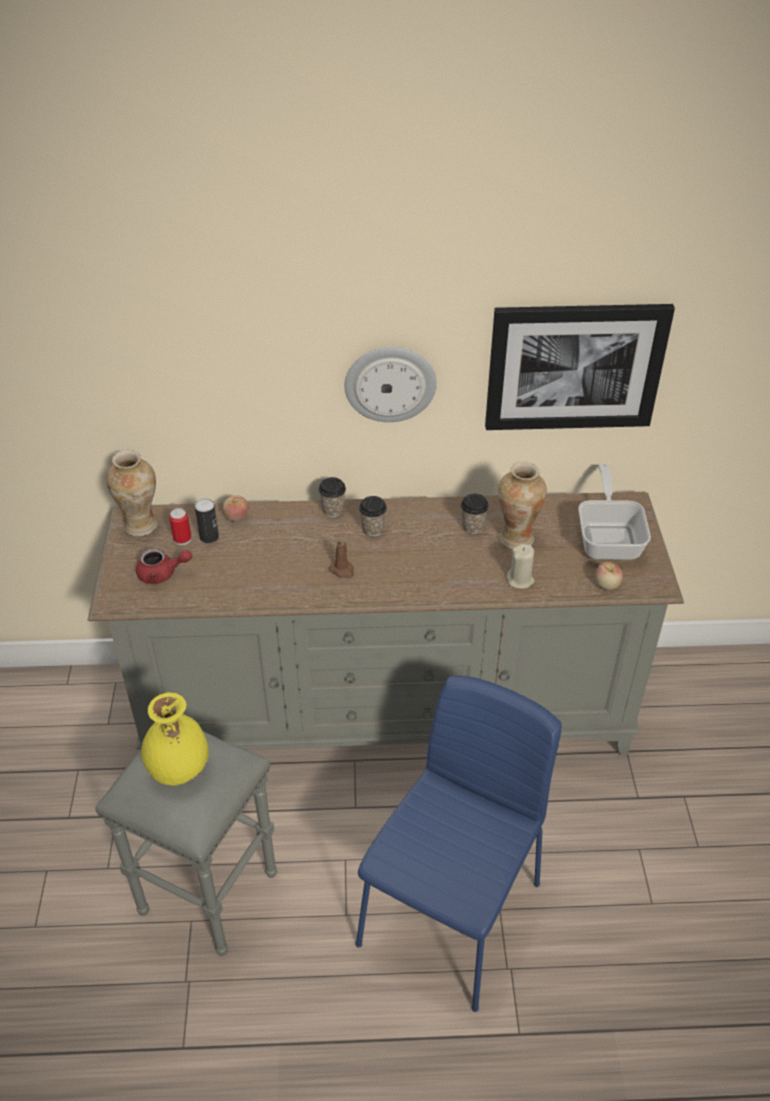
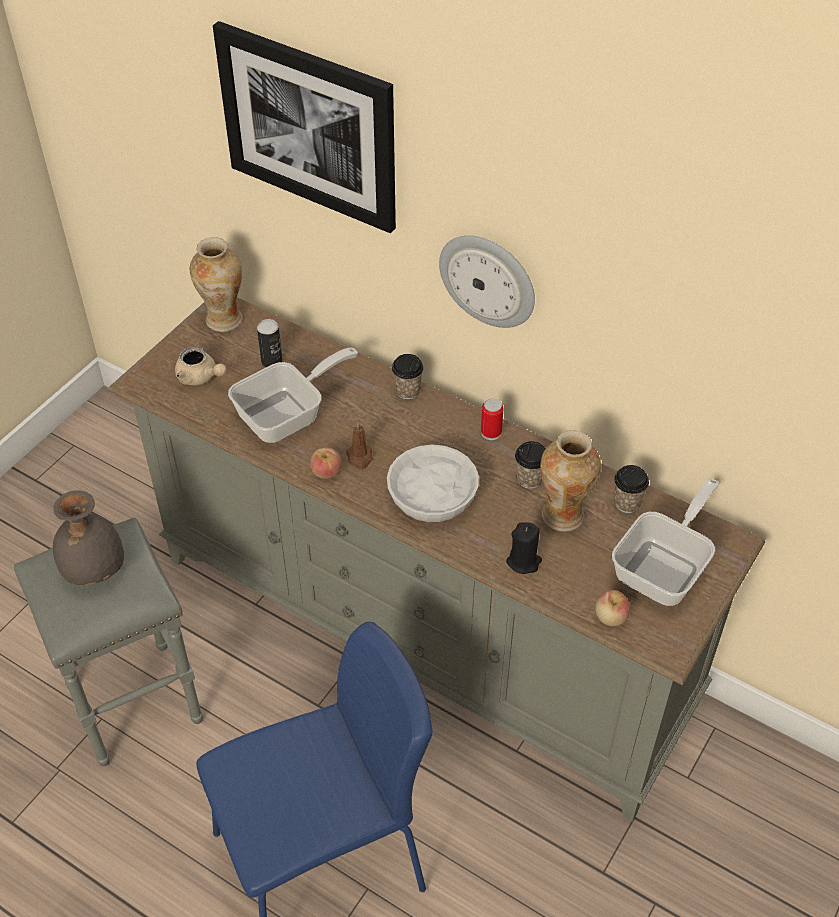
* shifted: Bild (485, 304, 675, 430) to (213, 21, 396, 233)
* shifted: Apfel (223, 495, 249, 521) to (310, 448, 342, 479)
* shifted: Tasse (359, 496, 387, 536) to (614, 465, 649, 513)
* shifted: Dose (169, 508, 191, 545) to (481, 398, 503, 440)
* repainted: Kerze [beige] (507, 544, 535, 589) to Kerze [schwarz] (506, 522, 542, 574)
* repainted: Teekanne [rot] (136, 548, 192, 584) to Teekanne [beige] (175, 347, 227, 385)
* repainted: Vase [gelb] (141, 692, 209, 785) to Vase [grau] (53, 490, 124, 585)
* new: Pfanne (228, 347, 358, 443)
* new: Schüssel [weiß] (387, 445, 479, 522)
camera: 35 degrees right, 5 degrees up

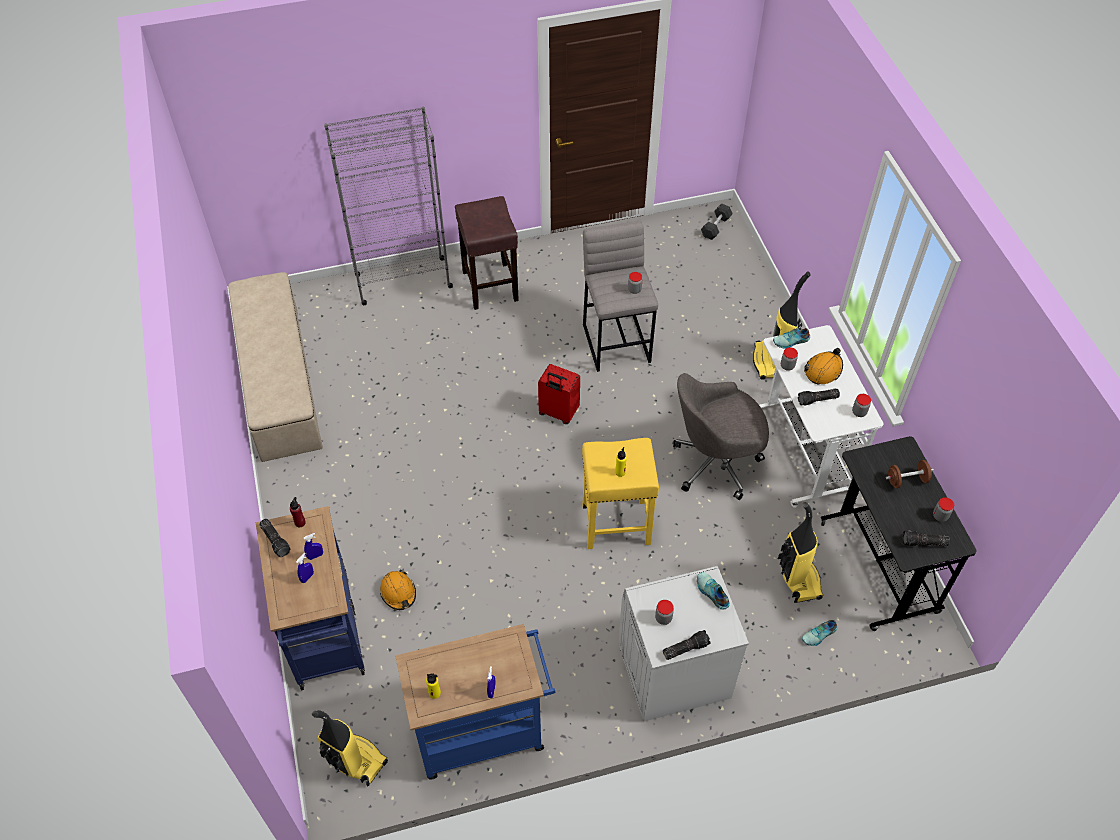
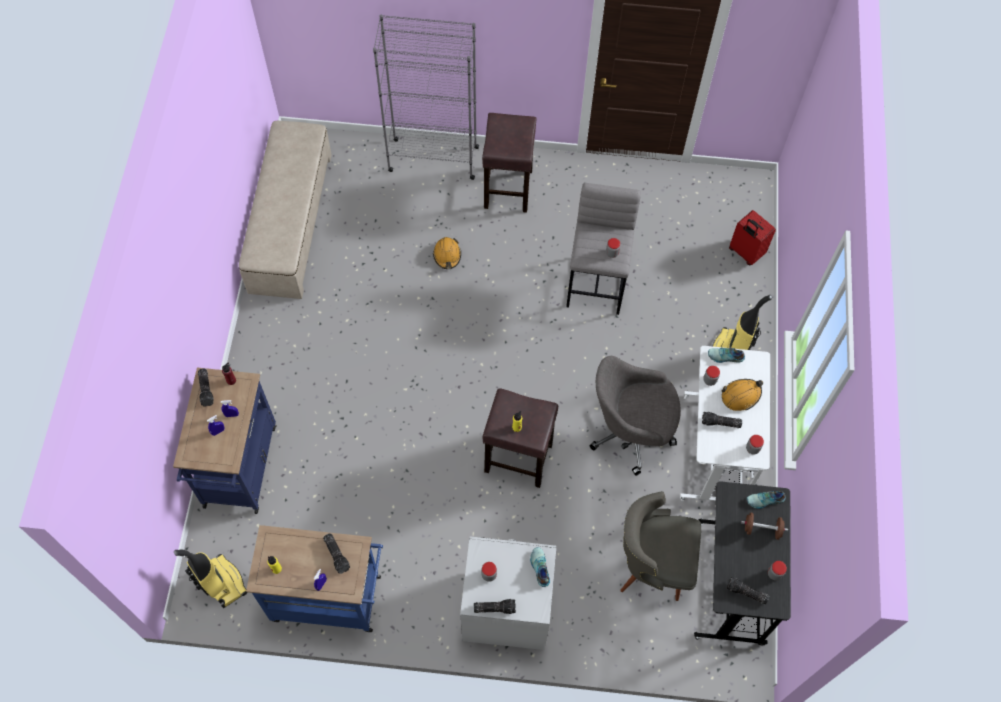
* gone: Hantel [schwarz] (701, 204, 733, 240)
* shifted: Koffer [rot] (538, 364, 580, 424) to (729, 210, 776, 265)
* repainted: Hocker [gelb] (582, 438, 659, 549) to Hocker [braun] (483, 388, 558, 488)
* swapped: Staubsauger (778, 502, 823, 603) to Stuhl [grau] (620, 491, 701, 601)
* shifted: Schutzhelm [orange] (380, 570, 416, 610) to (433, 237, 461, 269)
* shifted: Schuh (802, 620, 837, 646) to (747, 491, 786, 509)
* new: Taschenlampe (323, 533, 350, 574)
camera: 20 degrees right, 10 degrees up

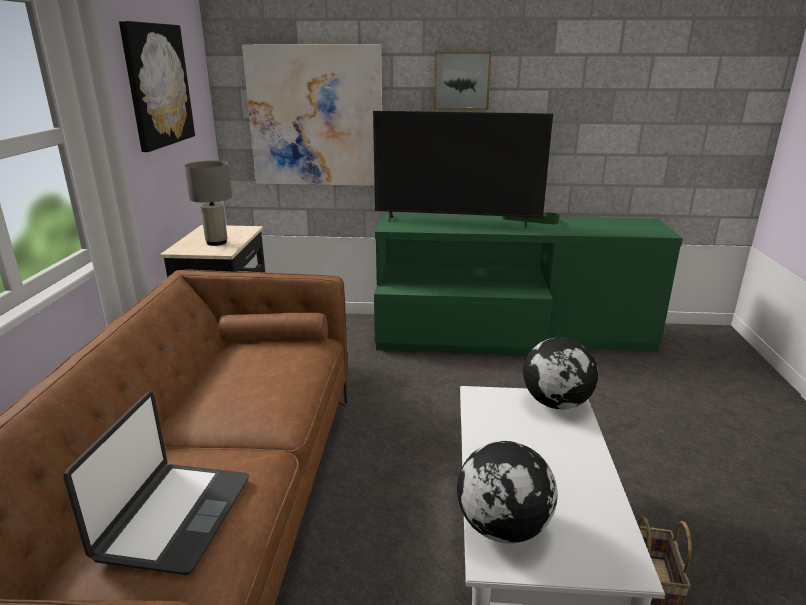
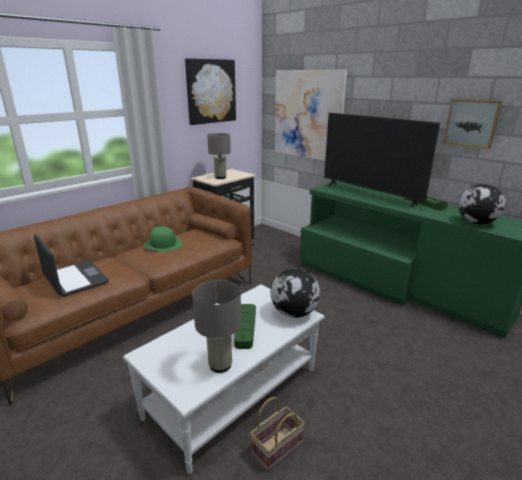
* shifted: Bild (434, 51, 492, 110) to (443, 99, 502, 149)
* rotated: Laptop (63, 391, 249, 575) = (34, 234, 109, 297) 90 degrees counterclockwise
* shifted: Globus (457, 441, 557, 543) to (458, 184, 505, 224)
* new: Hut [grün] (144, 226, 182, 251)
* new: Tischlampe [grau] (192, 280, 241, 373)
* new: Tablett [grün] (234, 304, 256, 349)
camera: 40 degrees right, 0 degrees up

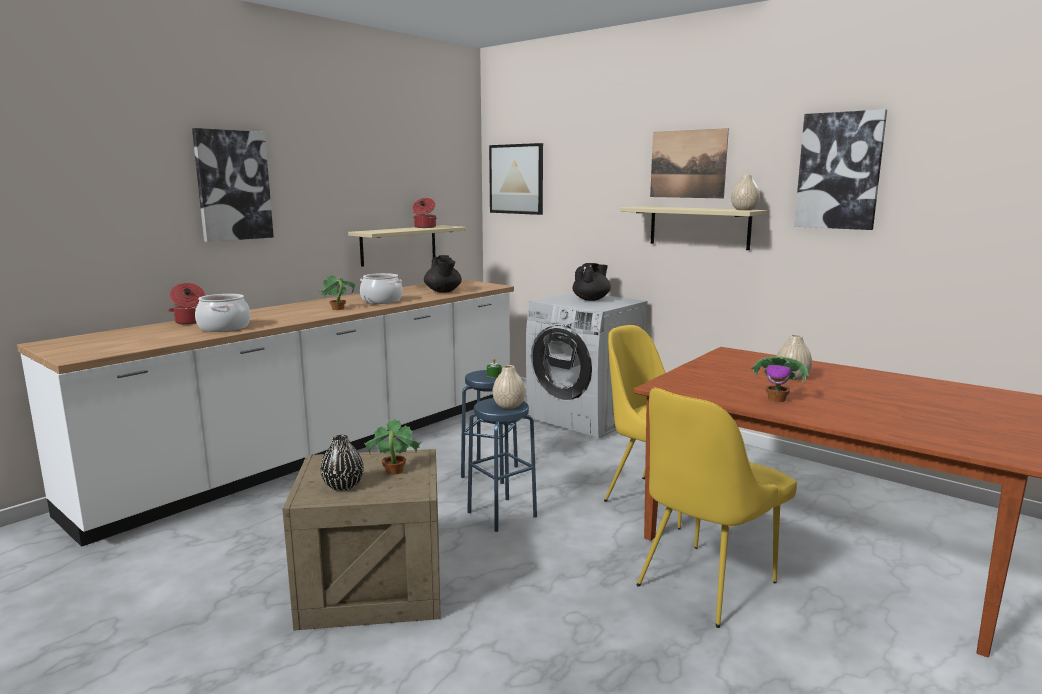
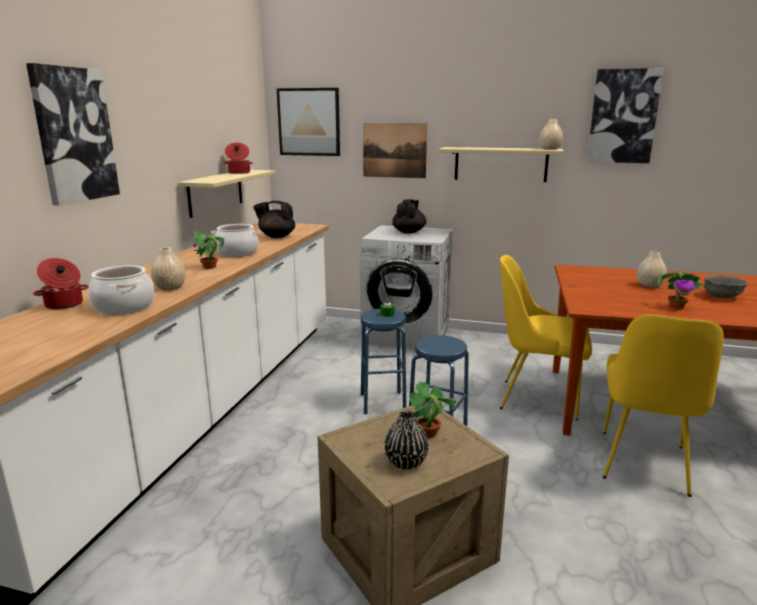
* shifted: Bild (650, 128, 729, 198) to (363, 123, 427, 178)
* rotated: Teekanne [schwarz] (424, 255, 462, 293) = (253, 201, 295, 238) 135 degrees clockwise
* shifted: Vase [beige] (492, 365, 526, 409) to (151, 247, 186, 290)
* new: Schüssel [grau] (703, 275, 748, 298)
camera: 25 degrees left, 5 degrees up

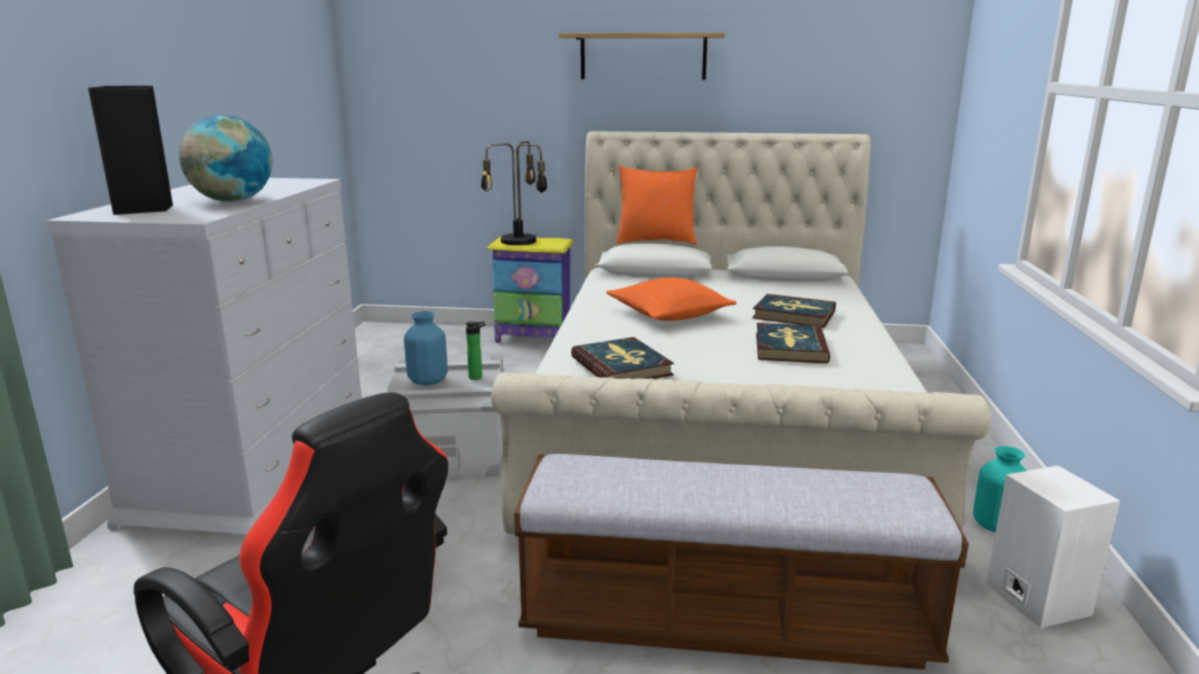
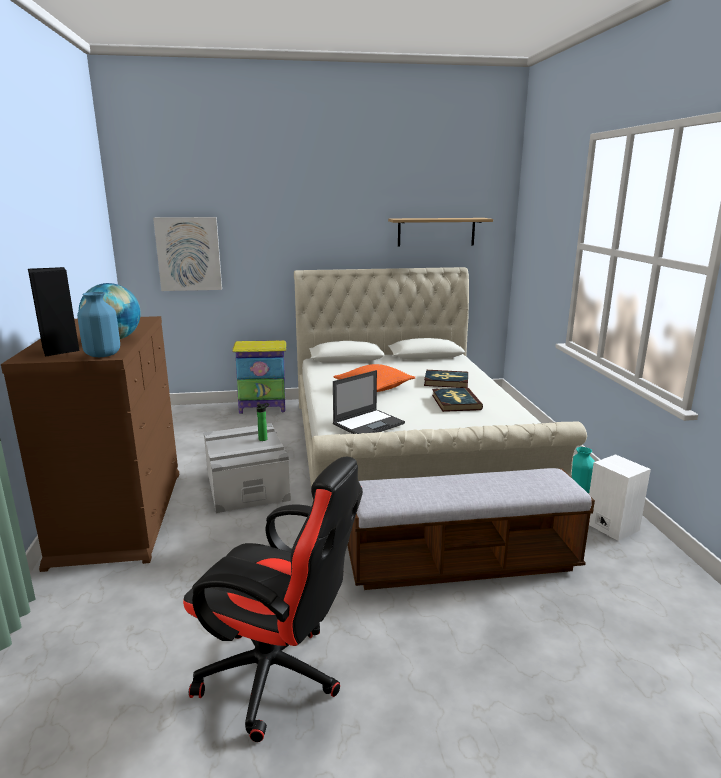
* shifted: Wandregal (558, 32, 725, 80) to (388, 218, 493, 247)
* gone: Tischlampe (481, 141, 547, 245)
* gone: Kissen [orange] (617, 166, 697, 244)
* repainted: Kommode [weiß] (46, 178, 362, 539) to Kommode [braun] (1, 316, 179, 572)
* shifted: Vase [blau] (404, 311, 448, 385) to (77, 292, 120, 357)
* swapped: Buch (571, 337, 674, 379) to Laptop (333, 370, 405, 434)
* new: Bild (153, 217, 222, 291)
camera: 15 degrees left, 0 degrees up

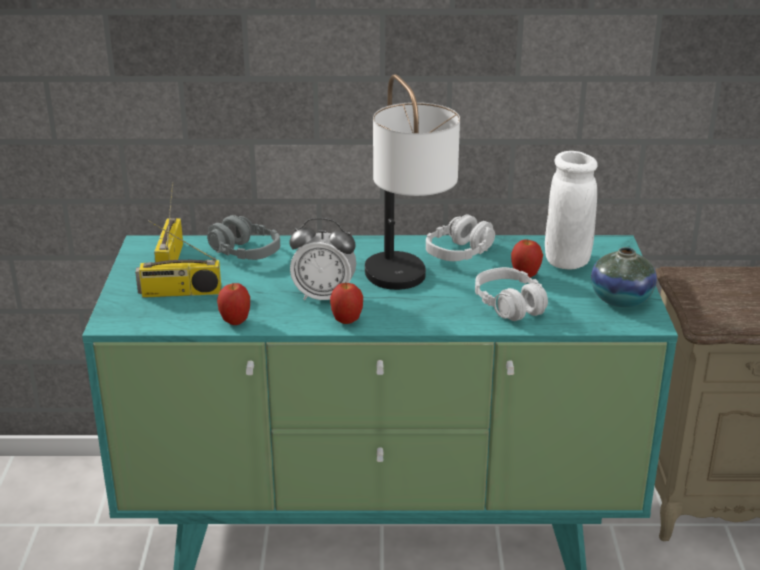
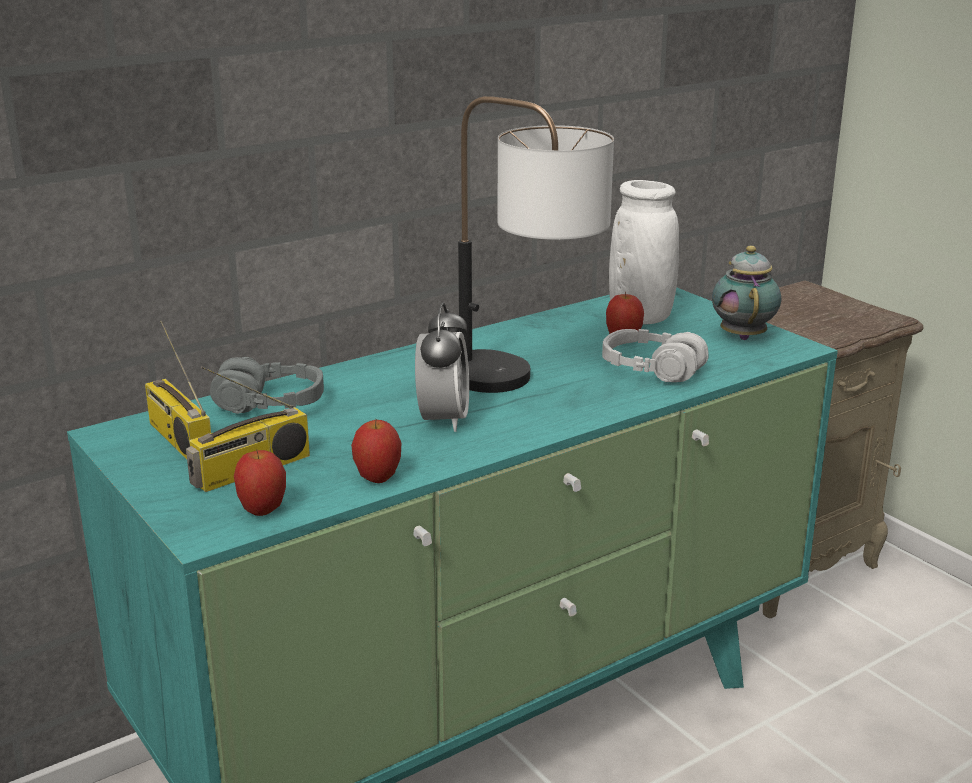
* gone: Kopfhörer [grau] (426, 215, 495, 261)
* rotated: Wecker (289, 218, 356, 300) = (415, 302, 469, 432) 60 degrees counterclockwise
* swapped: Vase (591, 247, 657, 307) to Teekanne (712, 246, 781, 340)
* shifted: Apfel (330, 283, 363, 324) to (234, 449, 286, 516)
camera: 35 degrees left, 5 degrees down

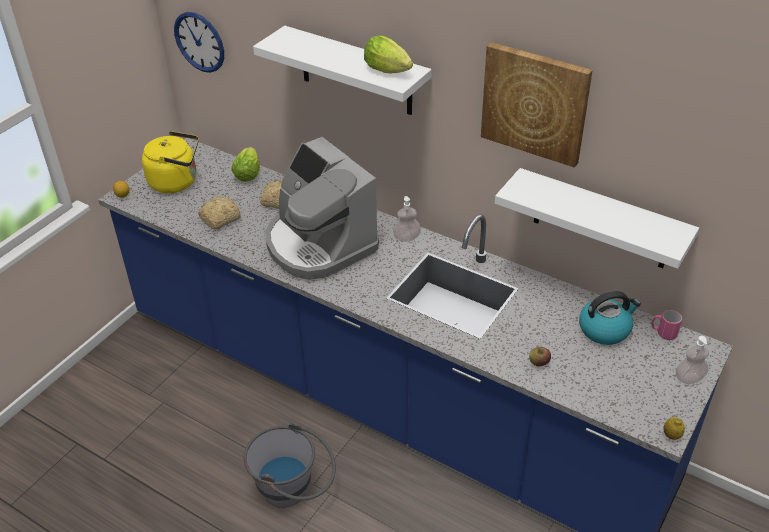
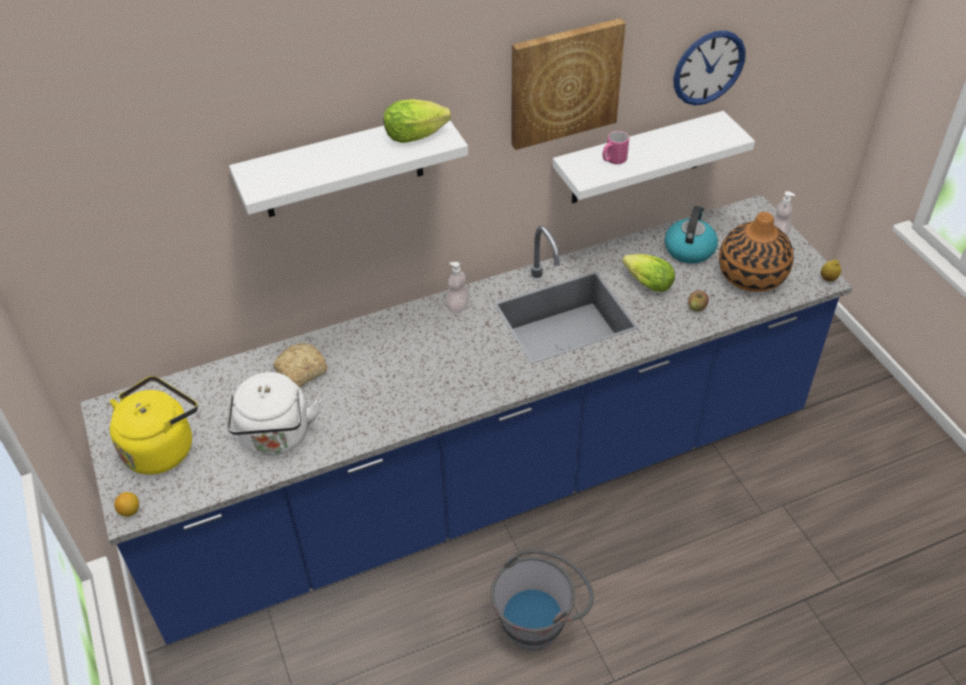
* shifted: Wanduhr (174, 12, 224, 73) to (673, 30, 746, 105)
* gone: Kaffeemaschine (265, 137, 379, 280)
* shifted: Salatkopf (231, 147, 260, 182) to (622, 254, 675, 292)
* swapped: Brot (198, 196, 241, 230) to Wasserkessel [weiß] (227, 372, 321, 456)
* shifted: Henkelbecher [rosa] (652, 310, 682, 340) to (602, 131, 629, 164)
* new: Vase (719, 212, 794, 292)
camera: 55 degrees left, 5 degrees up

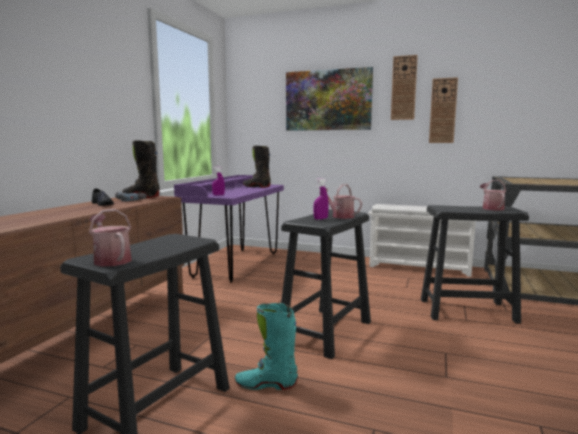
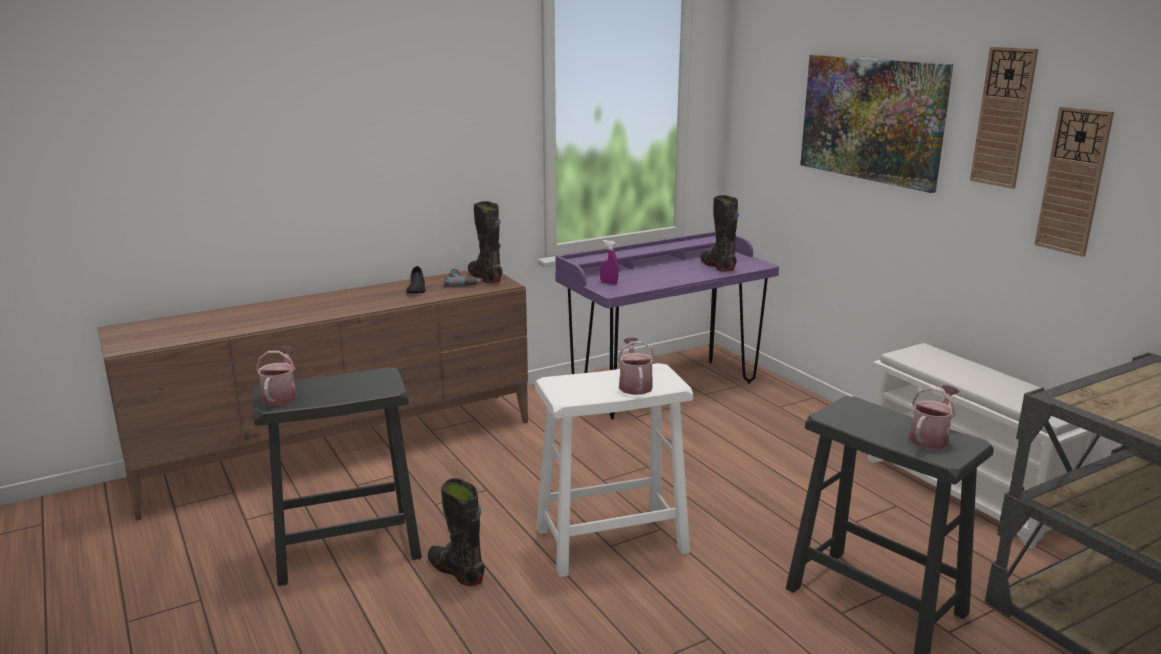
* gone: Sprühflasche [lila] (314, 178, 329, 220)
* repainted: Hocker [schwarz] (281, 209, 371, 359) to Hocker [weiß] (535, 363, 693, 577)
* repainted: Stiefel [türkis] (235, 303, 298, 390) to Stiefel [schwarz] (428, 478, 485, 586)
camera: 40 degrees right, 10 degrees up

